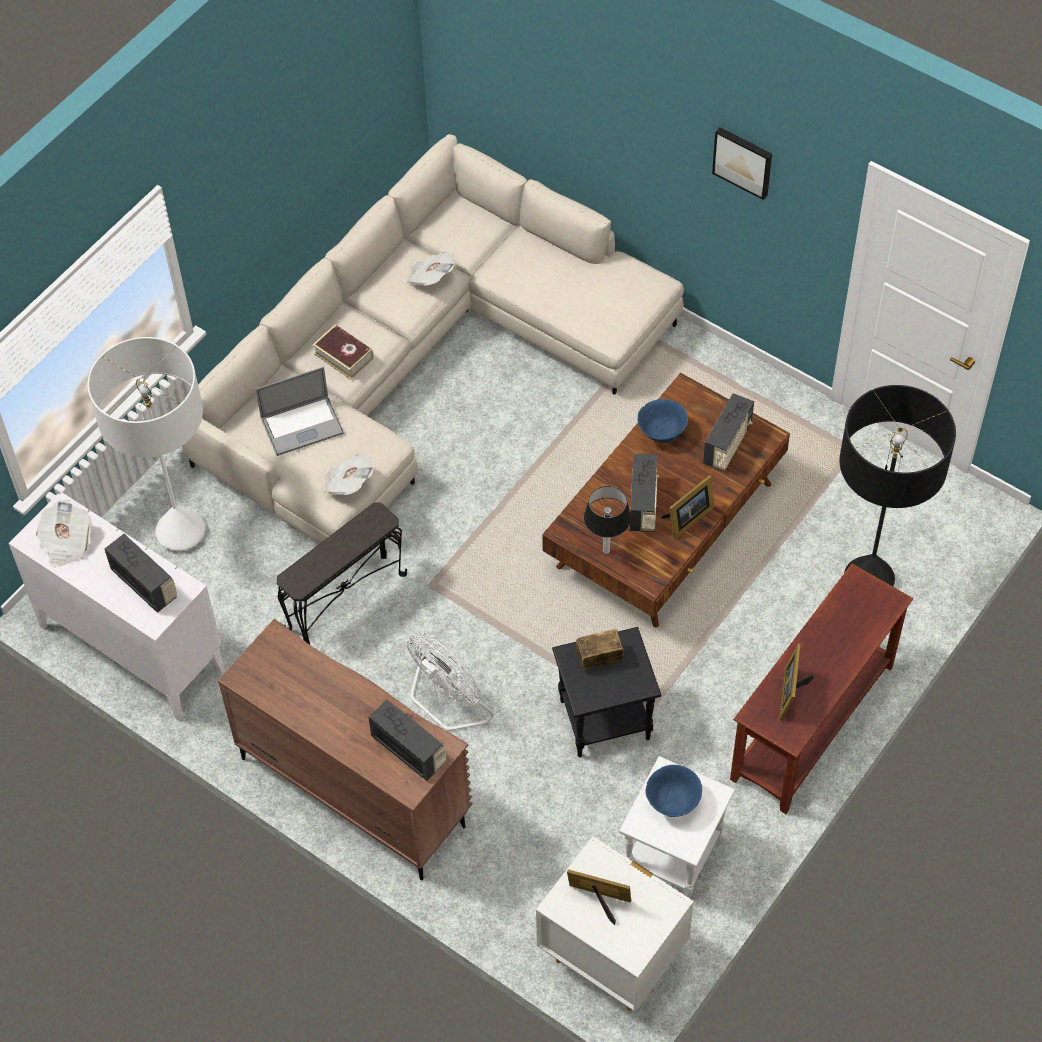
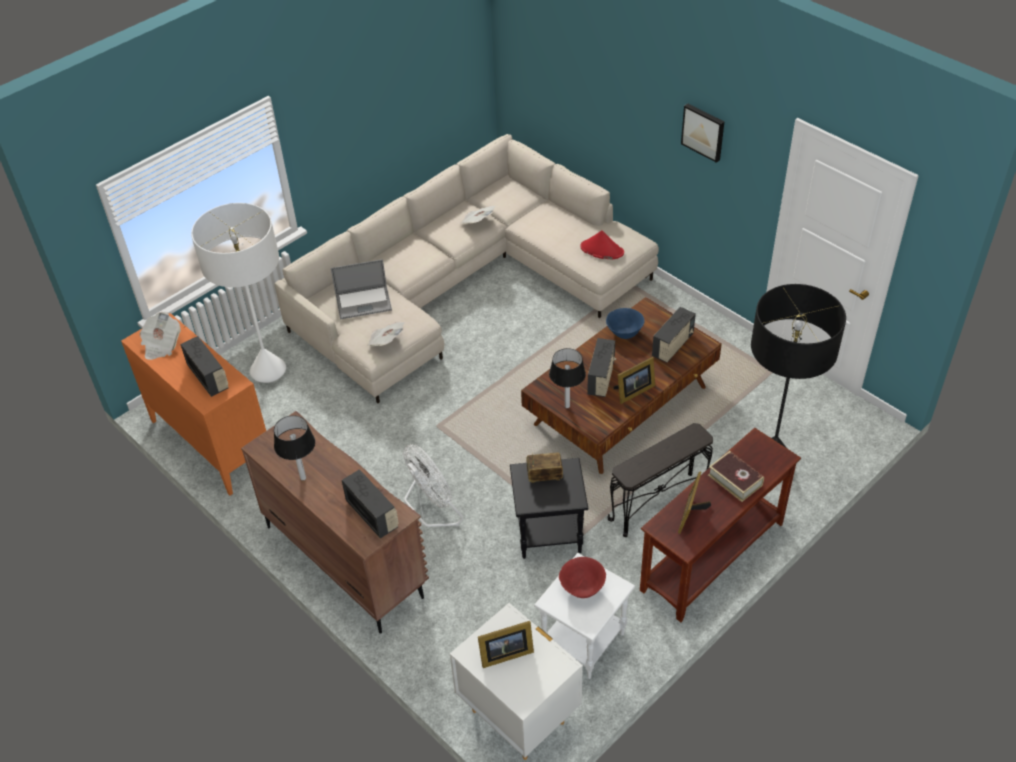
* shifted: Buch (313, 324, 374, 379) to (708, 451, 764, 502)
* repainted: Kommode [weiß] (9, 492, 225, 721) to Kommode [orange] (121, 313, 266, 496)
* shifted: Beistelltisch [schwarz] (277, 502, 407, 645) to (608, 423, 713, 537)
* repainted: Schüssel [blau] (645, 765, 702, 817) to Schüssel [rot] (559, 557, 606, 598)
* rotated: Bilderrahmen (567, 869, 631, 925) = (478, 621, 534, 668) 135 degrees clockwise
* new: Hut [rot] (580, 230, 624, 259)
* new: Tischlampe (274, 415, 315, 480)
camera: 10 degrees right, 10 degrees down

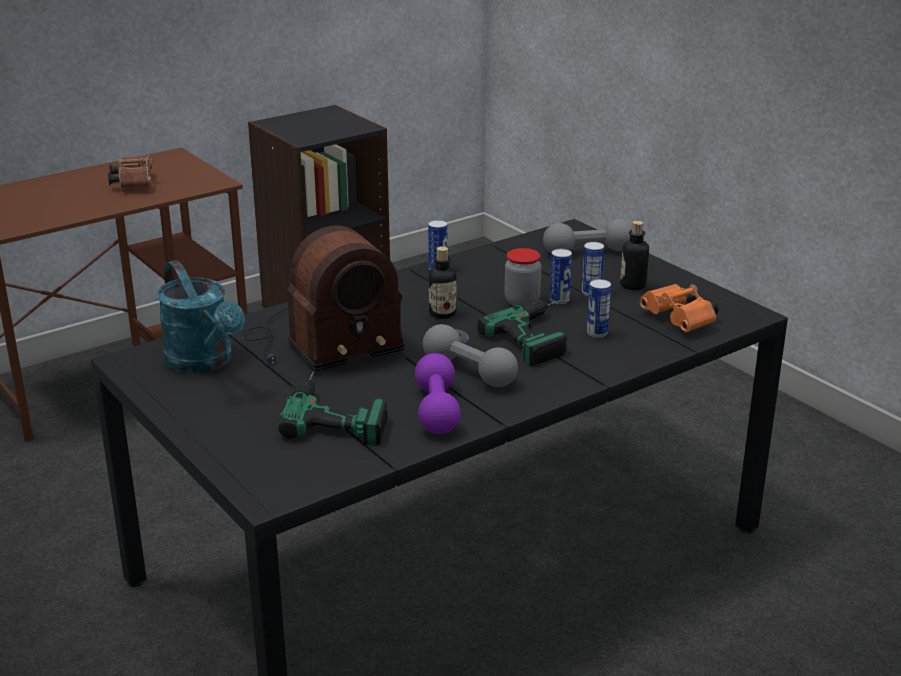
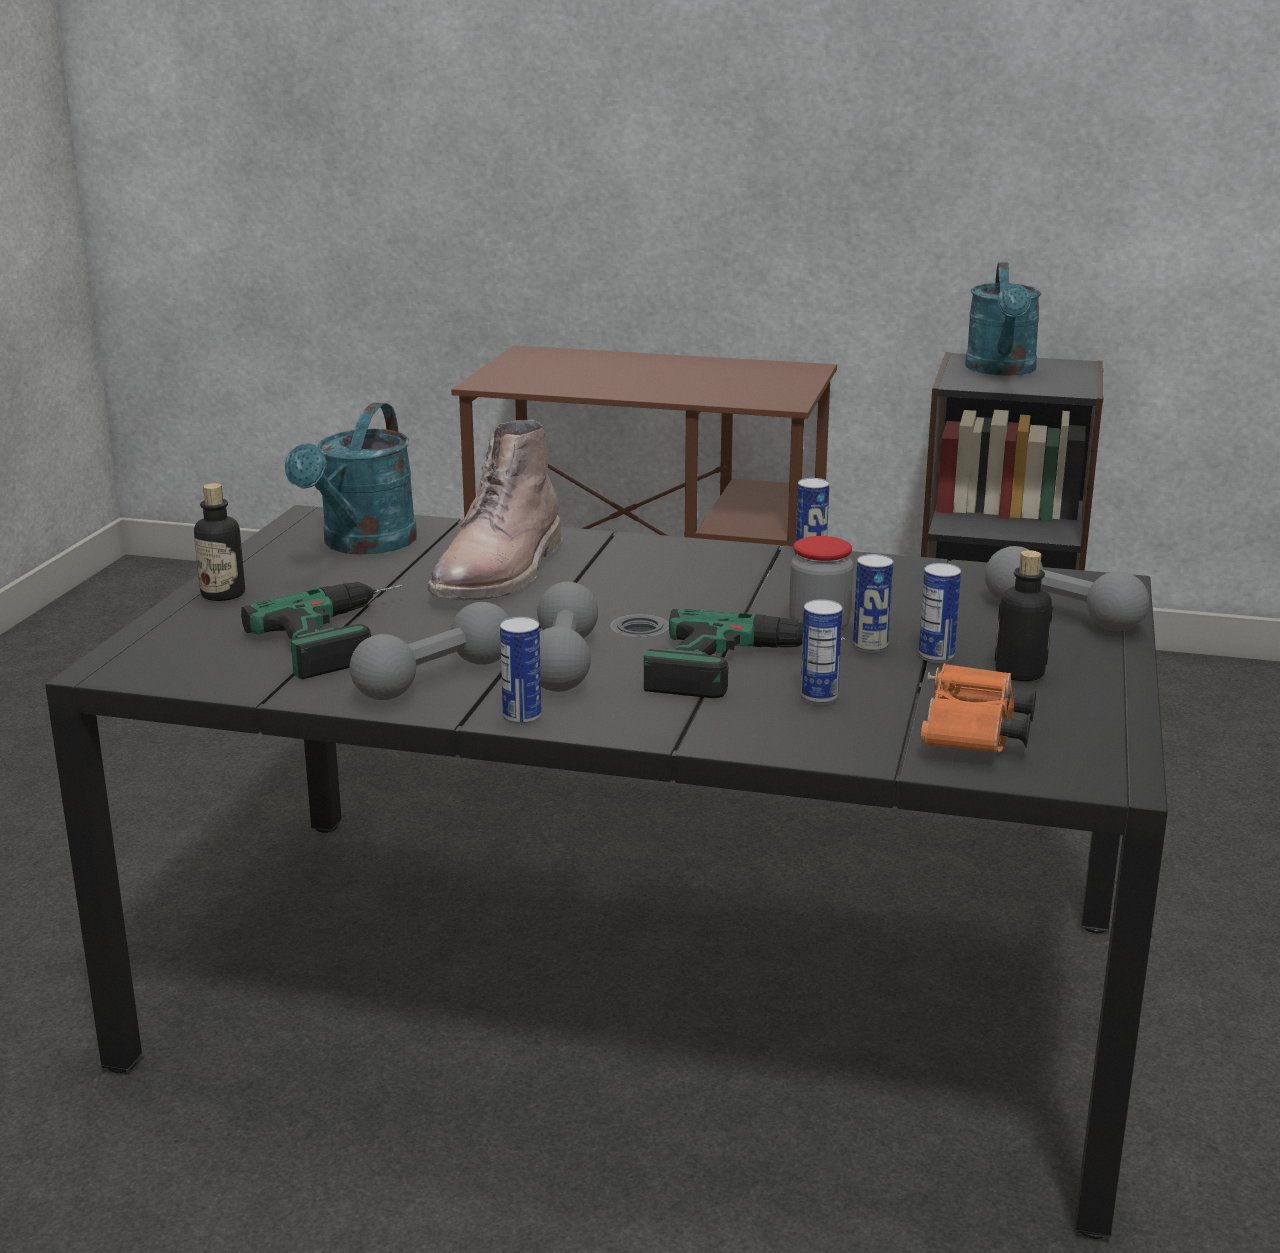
* gone: Fernglas [braun] (108, 155, 153, 190)
* swapped: Radio (242, 225, 405, 372) to Stiefel [braun] (427, 420, 562, 600)
* shifted: Flasche (429, 246, 456, 319) to (194, 483, 245, 601)
* repainted: Hantel [lila] (415, 353, 461, 434) to Hantel [grau] (350, 602, 509, 700)
* new: Gießkanne [türkis] (965, 262, 1041, 376)
* new: Dose (500, 617, 542, 725)
camera: 50 degrees right, 5 degrees down

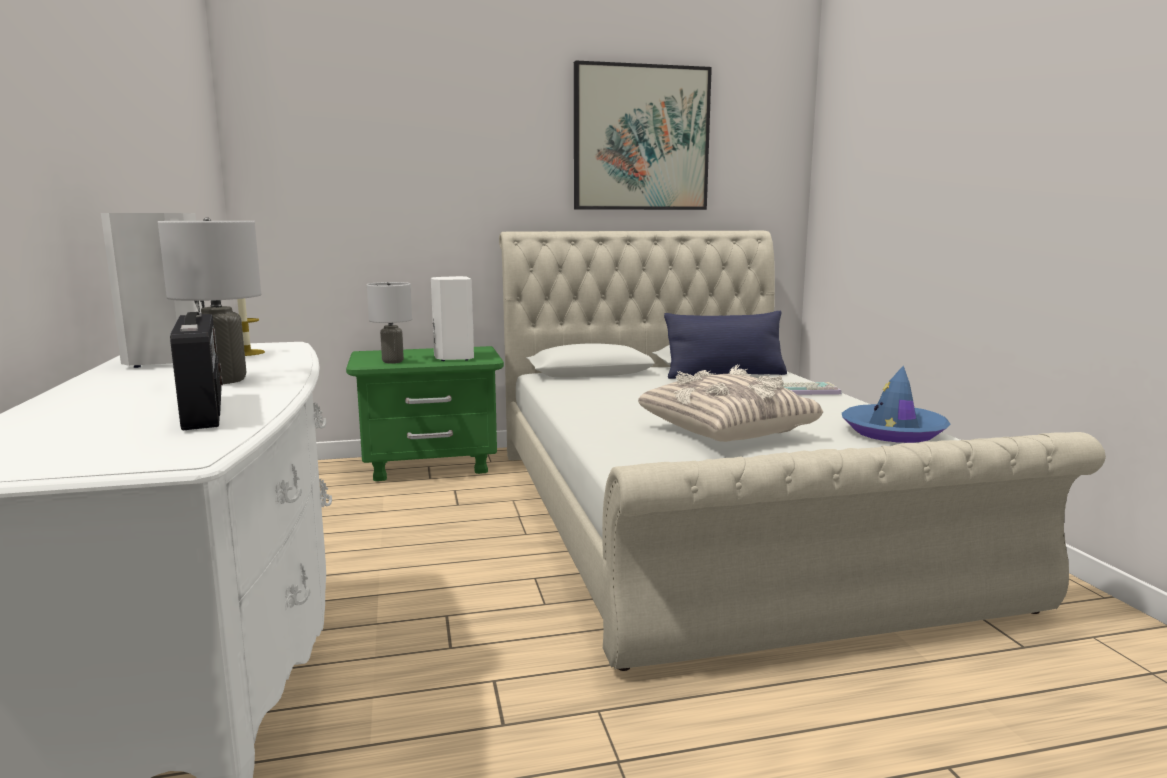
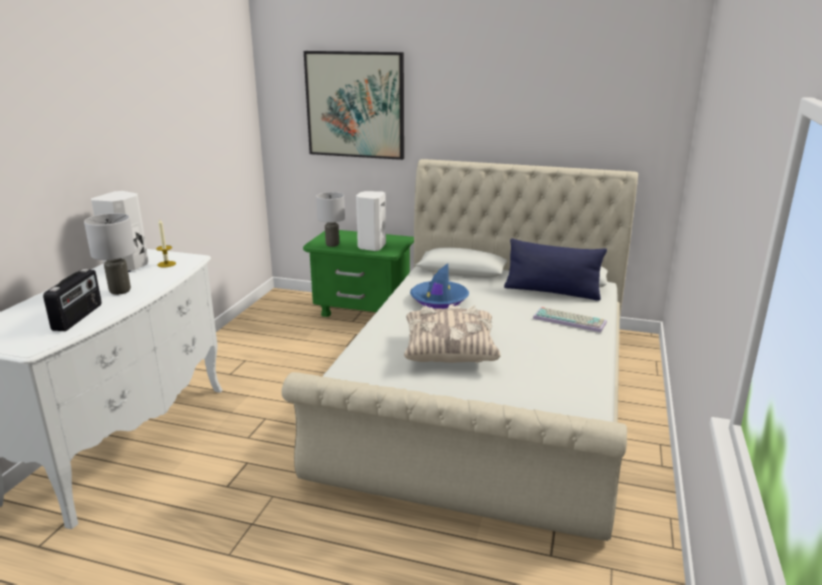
* shifted: Bild (574, 60, 712, 210) to (304, 51, 404, 160)
* shifted: Hut [blau] (842, 366, 951, 443) to (410, 263, 469, 309)
camera: 30 degrees right, 10 degrees up

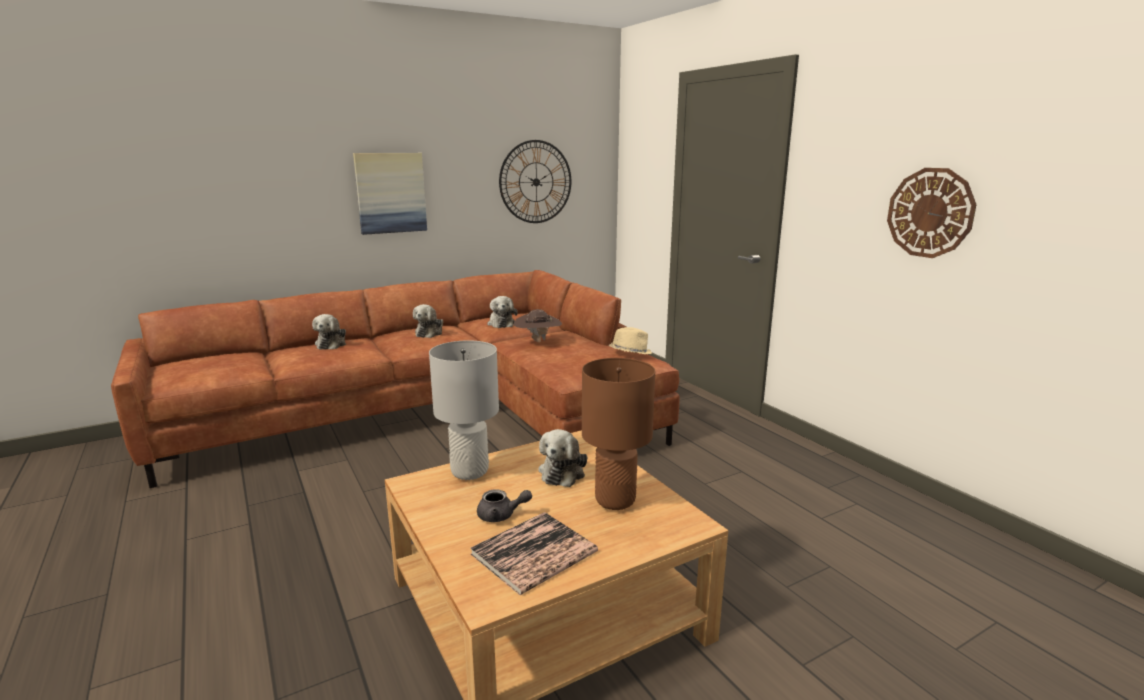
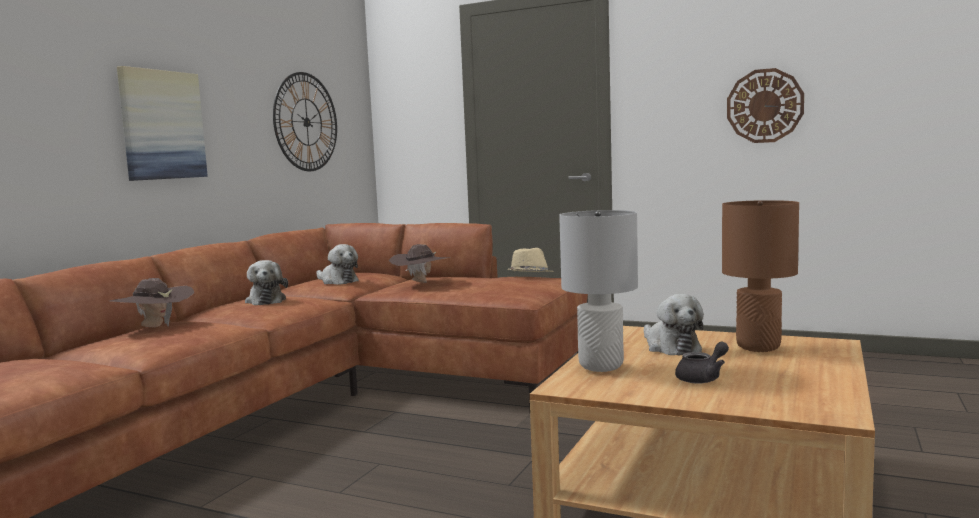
* swapped: Plüschtier (312, 314, 346, 350) to Hut [braun] (110, 278, 194, 327)
* gone: Buch (470, 512, 598, 595)
camera: 35 degrees left, 10 degrees down

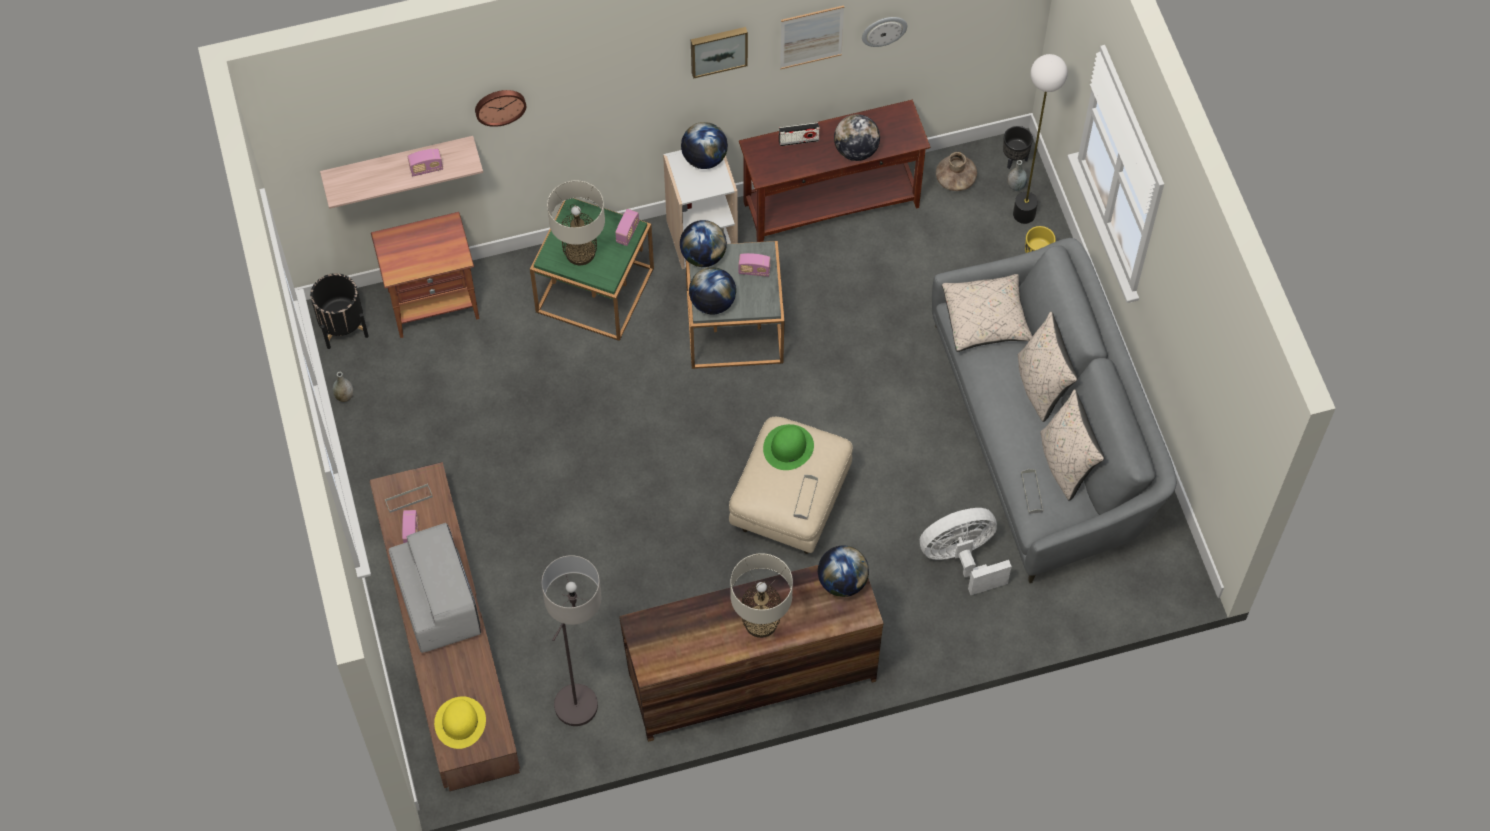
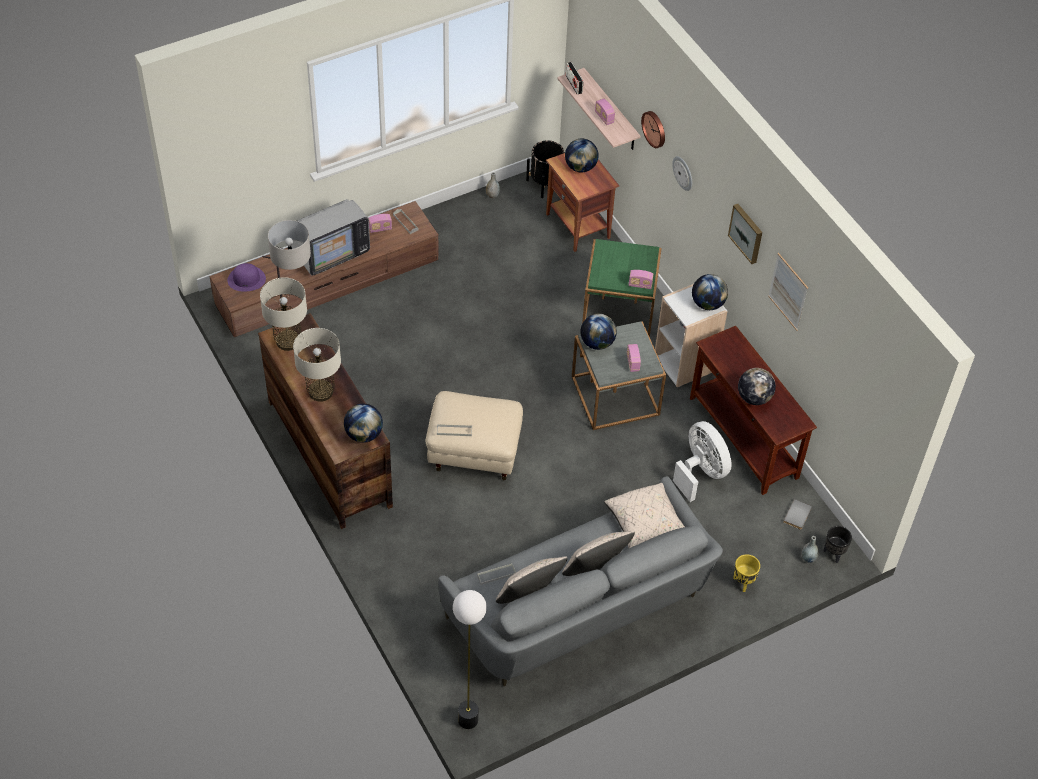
* shifted: Wanduhr (862, 17, 907, 47) to (672, 156, 692, 191)
* shifted: Stehlampe (1013, 54, 1068, 224) to (453, 590, 487, 729)
* shifted: Radio (779, 122, 820, 146) to (566, 62, 583, 94)
* swapped: Vase [braun] (936, 152, 977, 191) to Buch [grau] (783, 499, 812, 530)
* shifted: Tischlampe (547, 180, 605, 265) to (260, 277, 307, 351)
* shifted: Globus (680, 220, 727, 267) to (565, 139, 599, 172)
* gone: Hut [grün] (763, 424, 814, 470)
* shifted: Ventilator [weiß] (920, 508, 1012, 595) to (673, 421, 732, 502)
* repainted: Hut [gelb] (434, 696, 486, 749) to Hut [lila] (227, 263, 266, 291)
camera: 75 degrees right, 10 degrees down

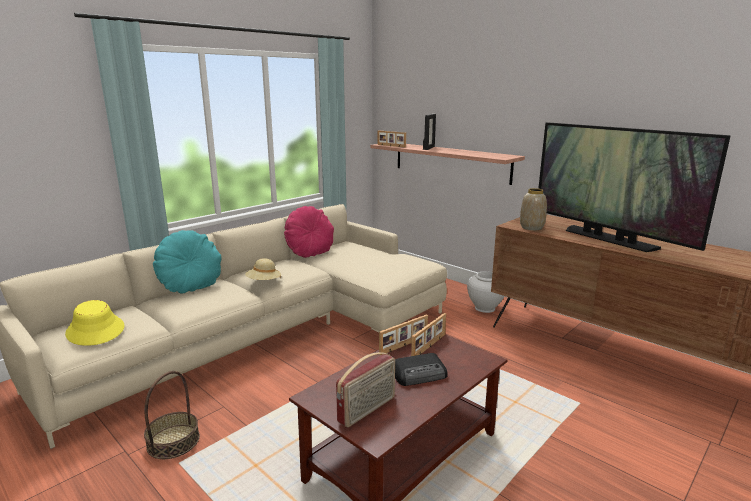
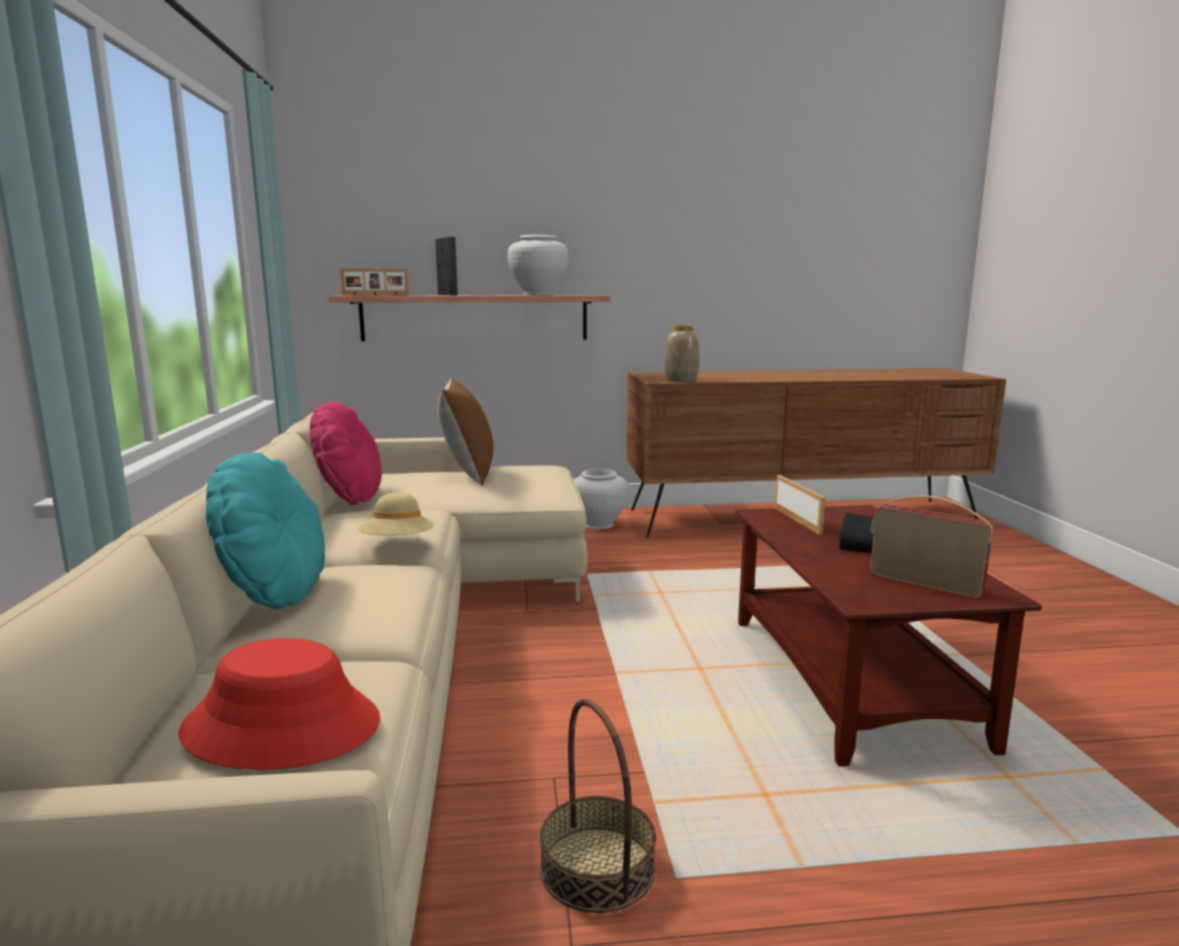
* gone: Fernseher (538, 122, 731, 252)
* repainted: Hut [gelb] (65, 300, 124, 346) to Hut [rot] (178, 638, 380, 770)
* gone: Bilderrahmen (379, 314, 428, 355)
* rotated: Radio (336, 352, 395, 427) = (870, 495, 993, 598) 45 degrees counterclockwise
* new: Vase [weiß] (508, 235, 569, 295)
* new: Kissen [braun] (437, 378, 494, 485)
camera: 50 degrees left, 5 degrees down

